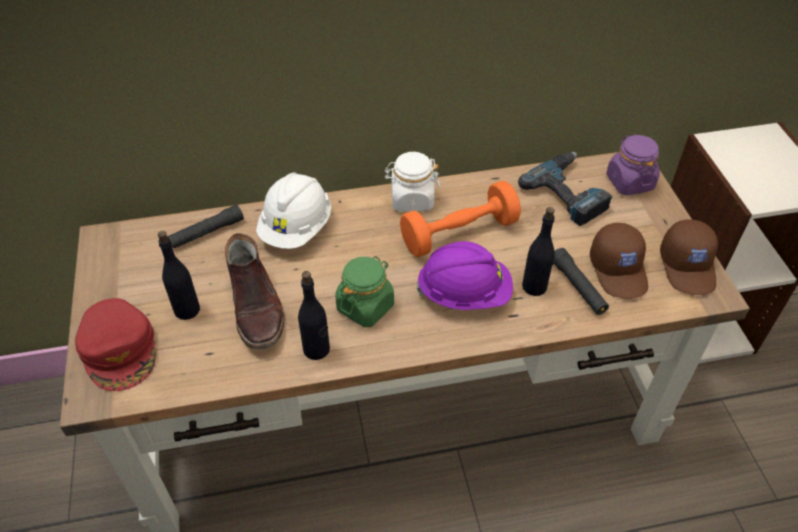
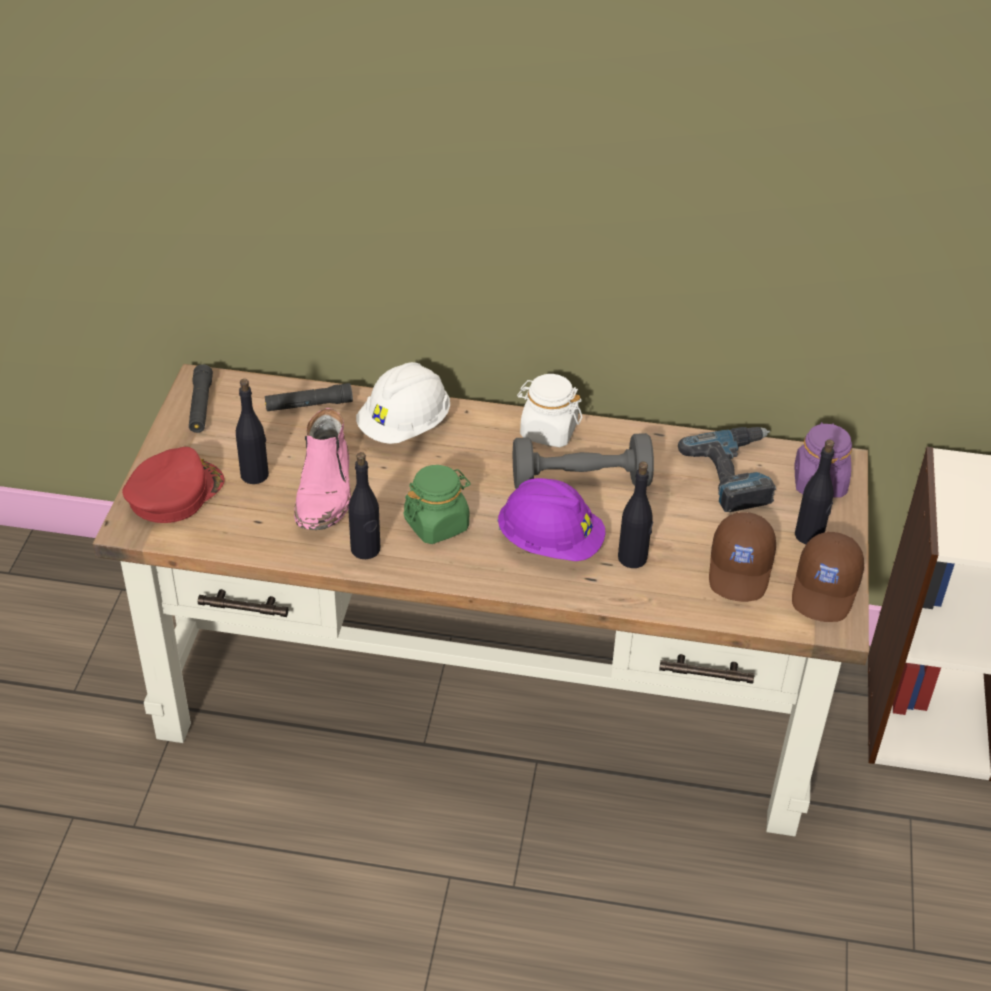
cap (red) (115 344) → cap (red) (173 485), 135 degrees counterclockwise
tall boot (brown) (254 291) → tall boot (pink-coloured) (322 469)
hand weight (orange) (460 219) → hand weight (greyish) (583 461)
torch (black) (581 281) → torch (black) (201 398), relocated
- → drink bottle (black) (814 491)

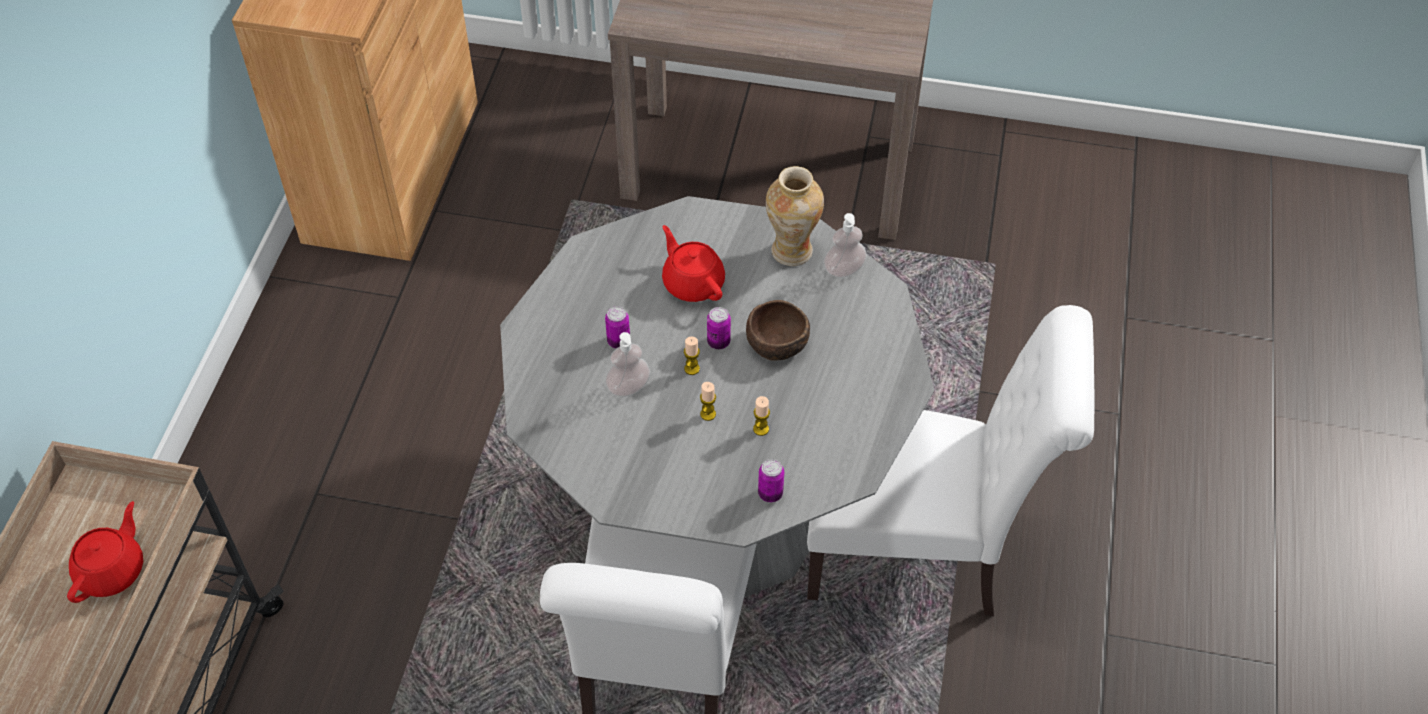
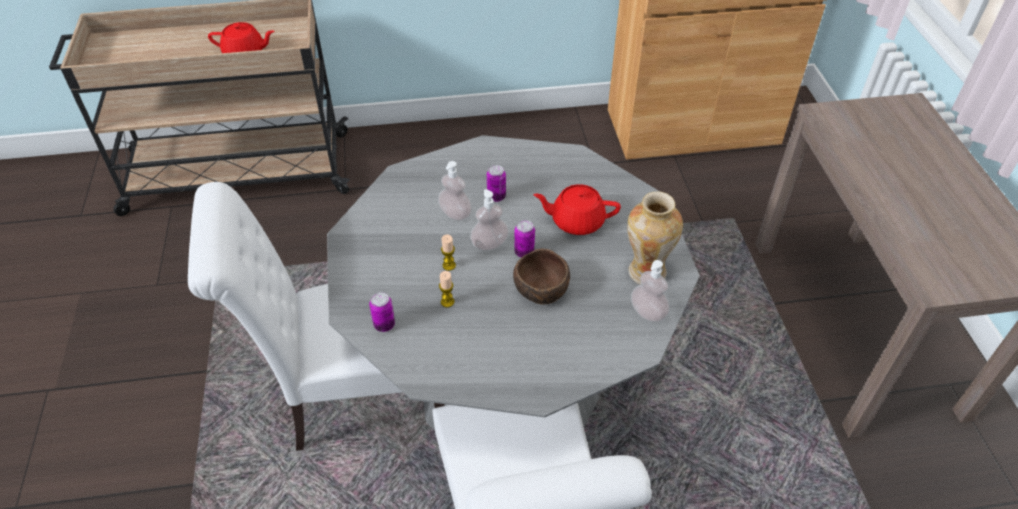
pot for tea (red) (693 263) → pot for tea (red) (577 209), 120 degrees counterclockwise
wax candle (692 355) → soap dispenser (489 220)

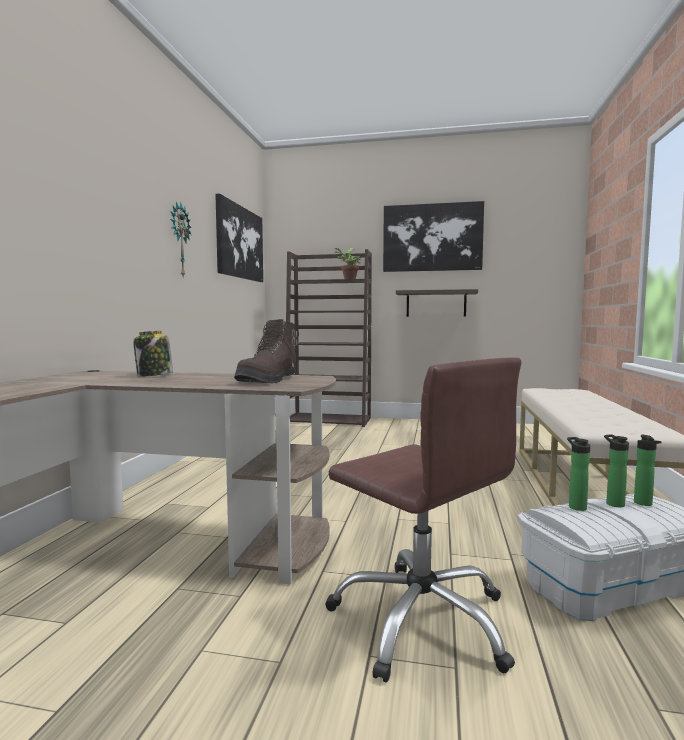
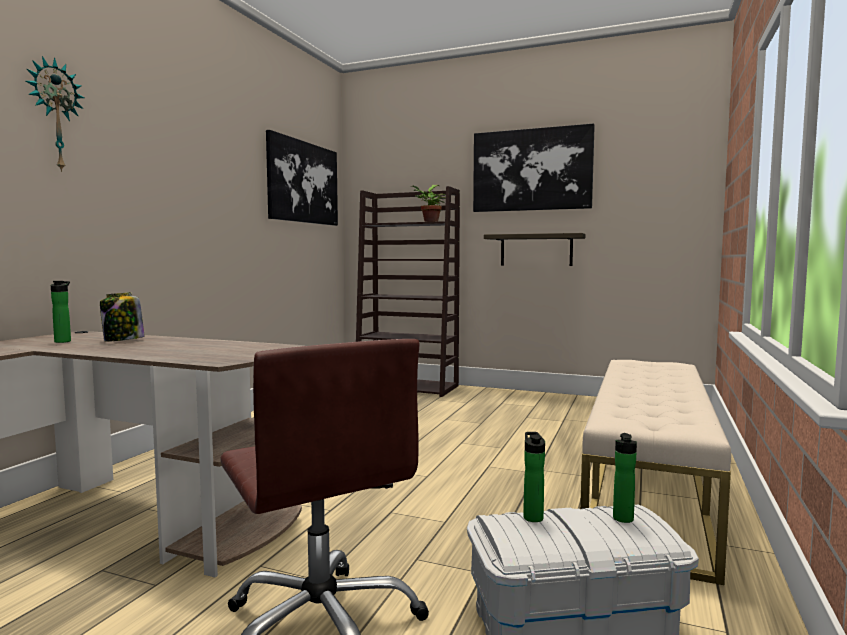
clock on the wall (181 239) → clock on the wall (55 114), relocated
tall boot (brown) (266 351) → -
drink bottle (616 470) → drink bottle (61 312), relocated

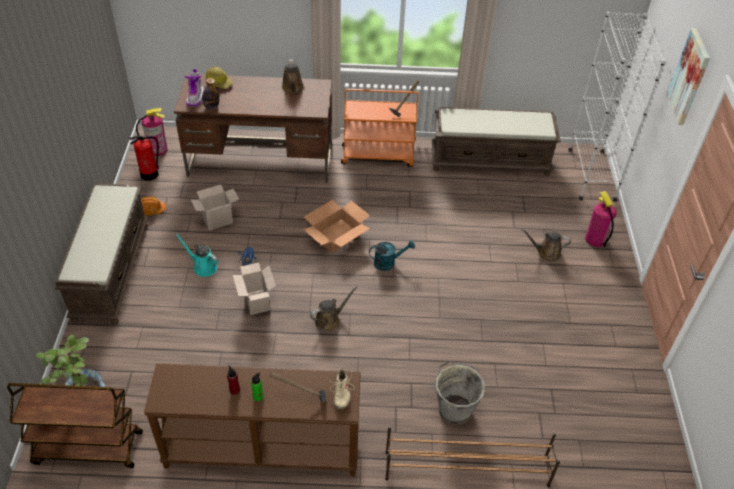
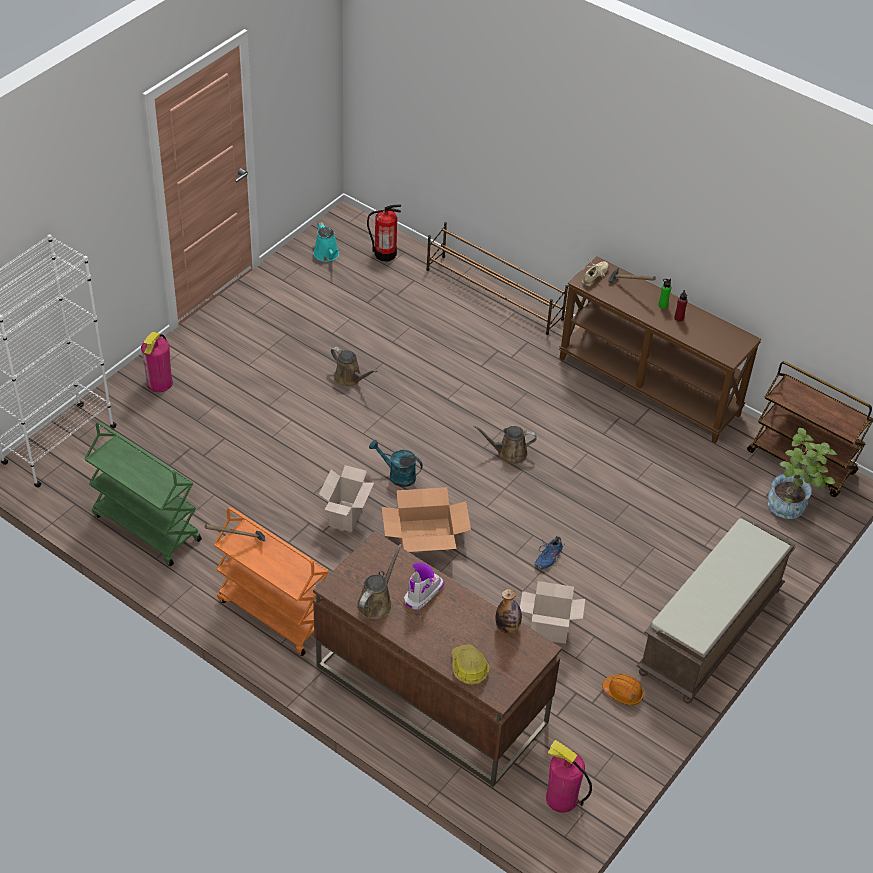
extinguisher (144 158) → extinguisher (384 232), relocated
watering can (turquoise) (197 255) → watering can (turquoise) (327 242), relocated
tall boot (194 88) → tall boot (424 586), relocated
cardboard box (254 289) → cardboard box (346 498), relocated
bench (brown) (496 141) → wheeled cart (greenish) (143 494)
pail (greyish) (459 393) → -
watering can (brown) (546 245) → watering can (brown) (354 367), relocated
wall art (688 76) → -

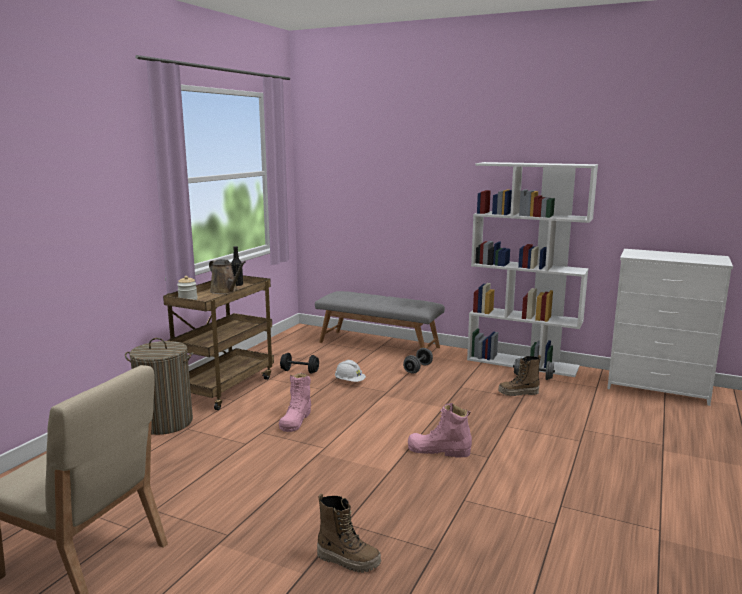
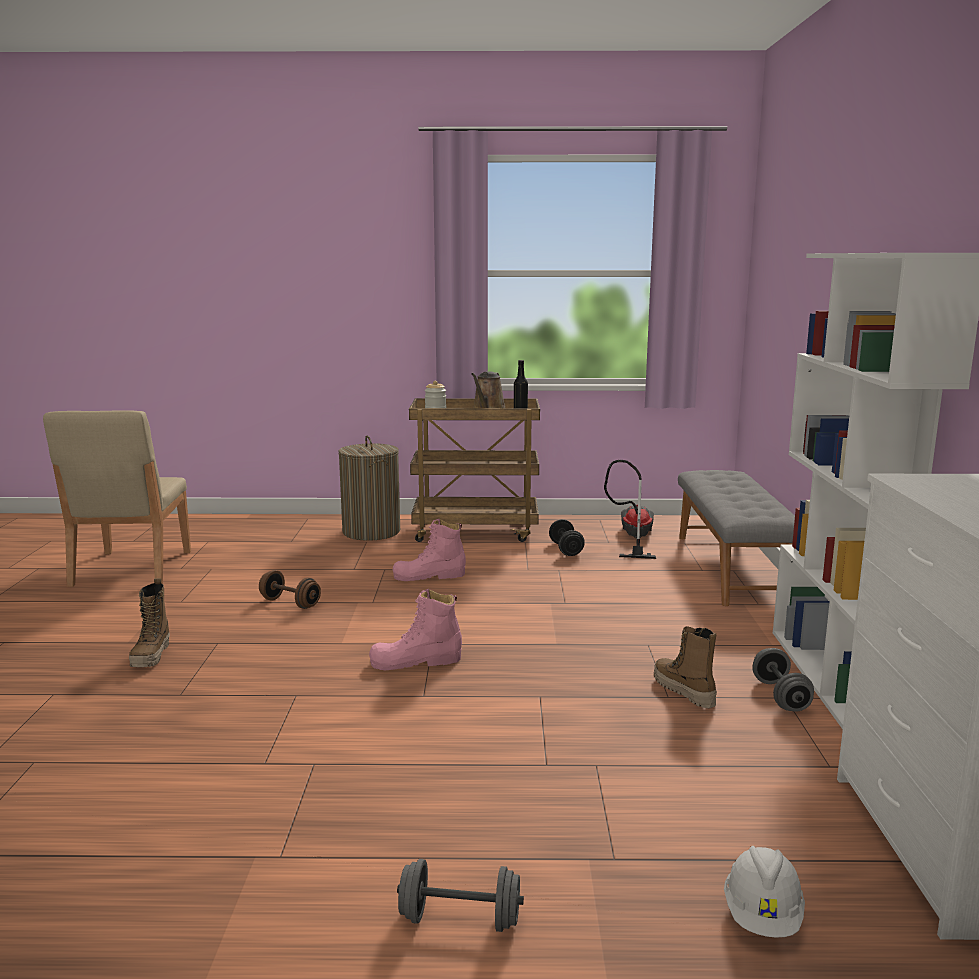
safety helmet (white) (350 371) → safety helmet (white) (764 892), relocated
hand weight (greyish) (418 361) → hand weight (greyish) (460 895), relocated
tall boot (pink-coloured) (440 430) → tall boot (pink-coloured) (415 629), 90 degrees counterclockwise
- → hand weight (brown) (290 589)
- → hoover (630 509)

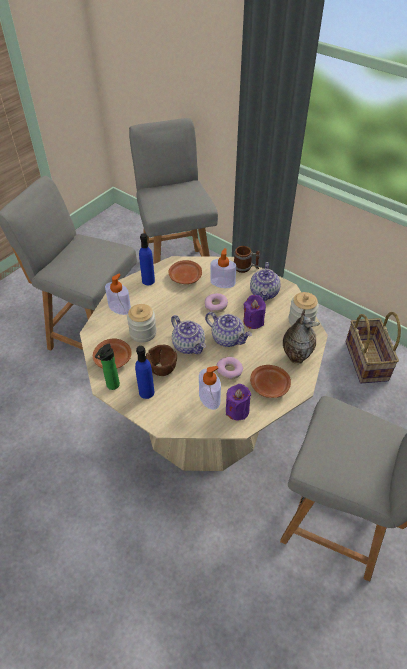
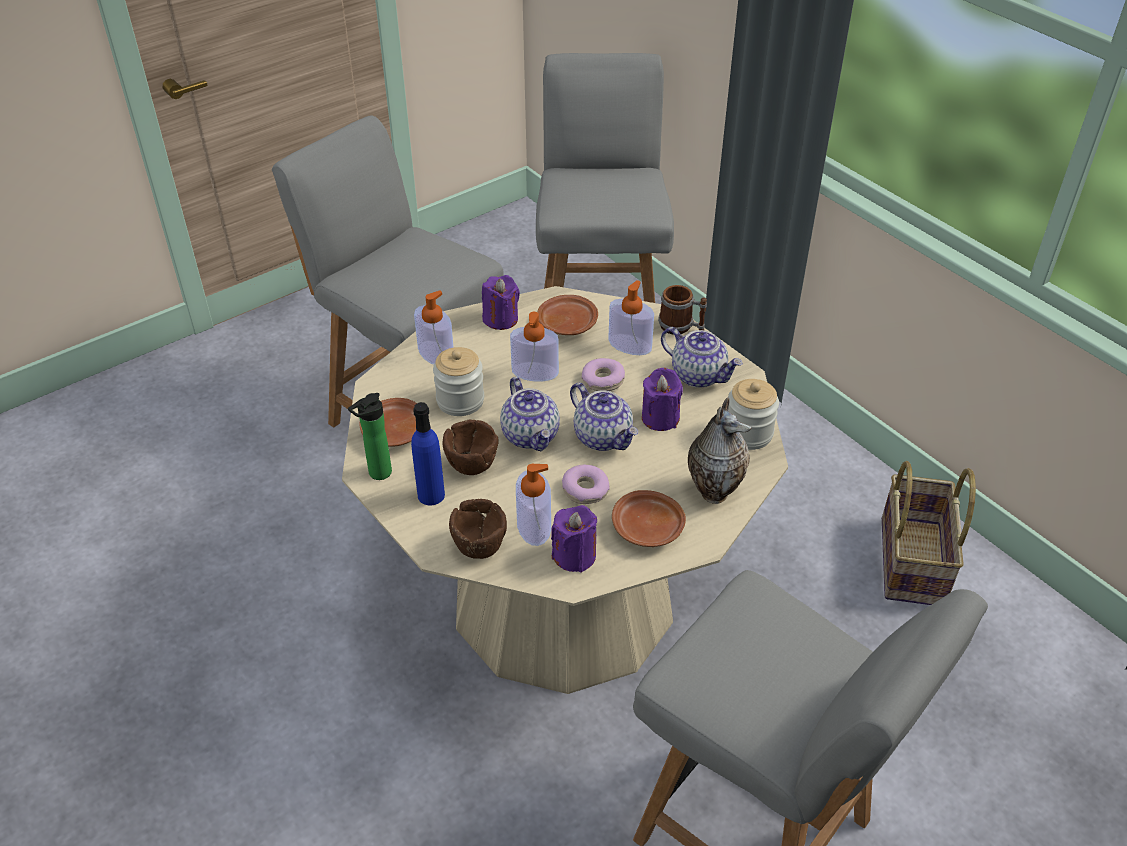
drink bottle (bluish) (147 259) → wax candle (purple-coloured) (501 302)
pot for tea (265 281) → pot for tea (702 357), 75 degrees counterclockwise
- → deep dish (brown) (478 529)
- → soap dispenser (534 347)

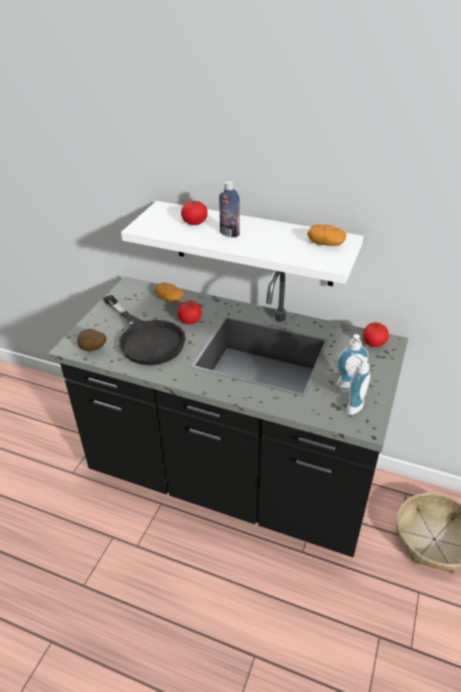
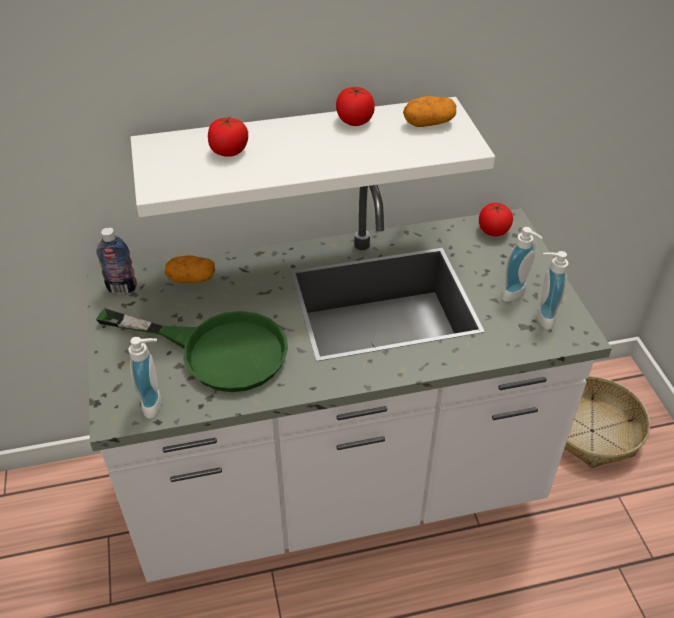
kitchen counter (black) (228 414) → kitchen counter (white) (349 383)
spud (91 340) → soap dispenser (145 378)
frying pan (black) (144 330) → frying pan (greenish) (192 350)
whole tomato (189 312) → whole tomato (355 106), relocated
drink bottle (229 209) → drink bottle (116 260), relocated

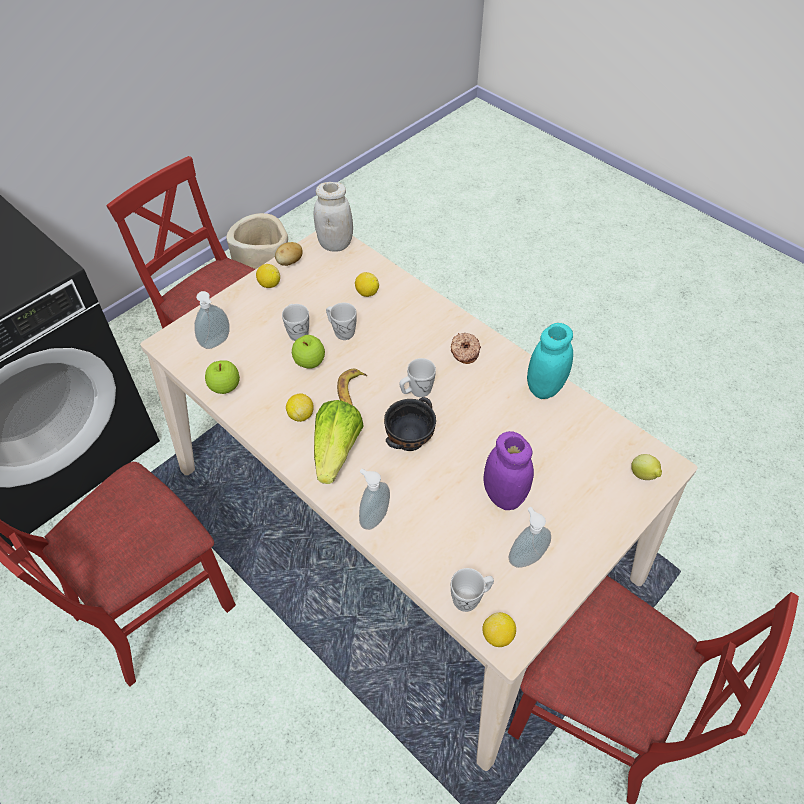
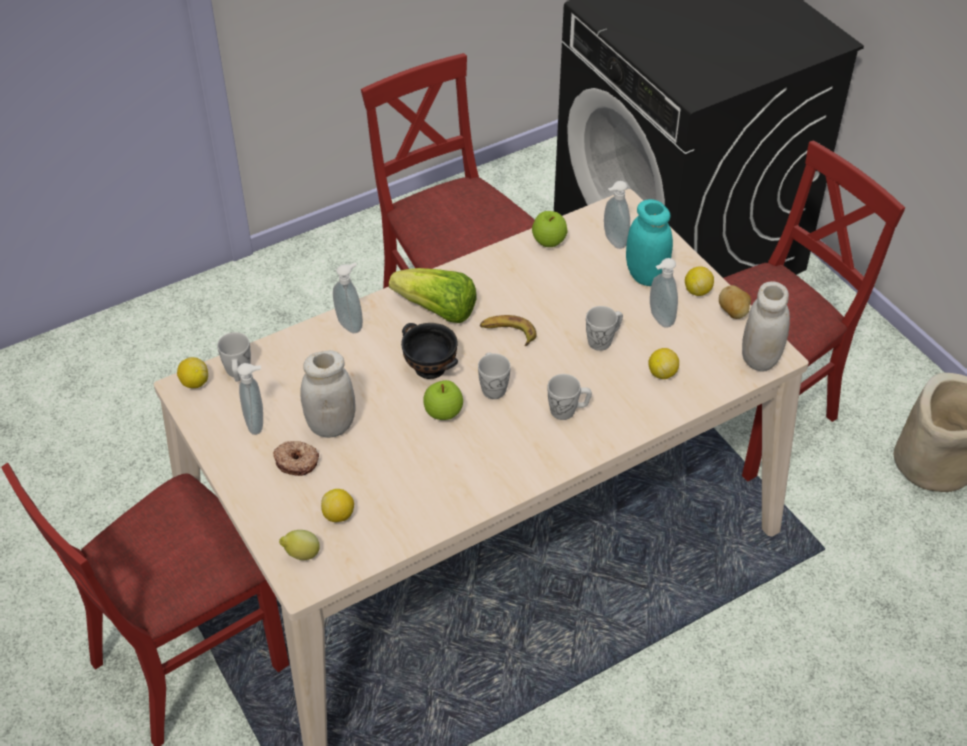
coffee mug (white) (295 322) → coffee mug (white) (569 397), relocated
lemon (300 407) → lemon (337 505), relocated
whole apple (308 352) → whole apple (443 400), relocated
ring doughnut (466 348) → ring doughnut (296 458), relocated
jar (purple-coloured) (508 470) → jar (white) (328 394)
jar (turquoise) (550 361) → jar (turquoise) (649 242), relocated
- → soap dispenser (664 293)

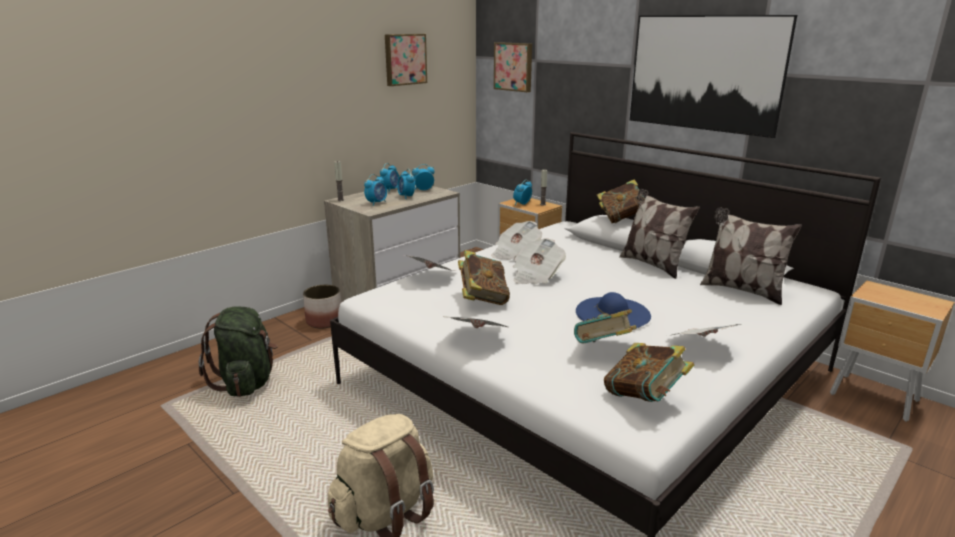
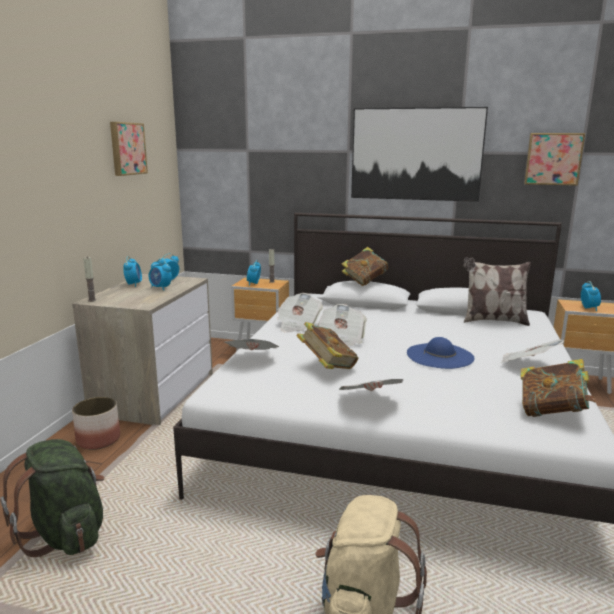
alarm clock (375 190) → alarm clock (591 296), relocated
wall art (513 67) → wall art (554 159), relocated
book (605 326) → -
pillow (659 234) → -

